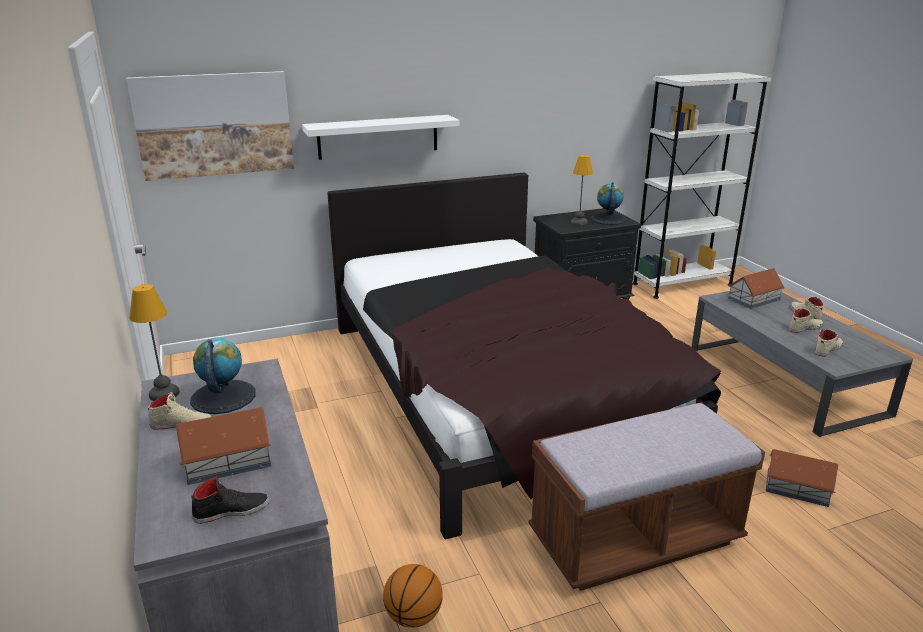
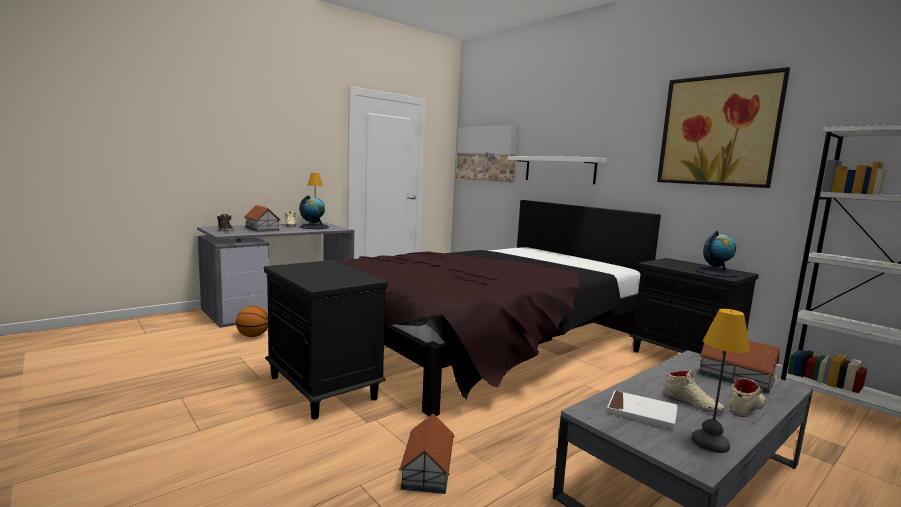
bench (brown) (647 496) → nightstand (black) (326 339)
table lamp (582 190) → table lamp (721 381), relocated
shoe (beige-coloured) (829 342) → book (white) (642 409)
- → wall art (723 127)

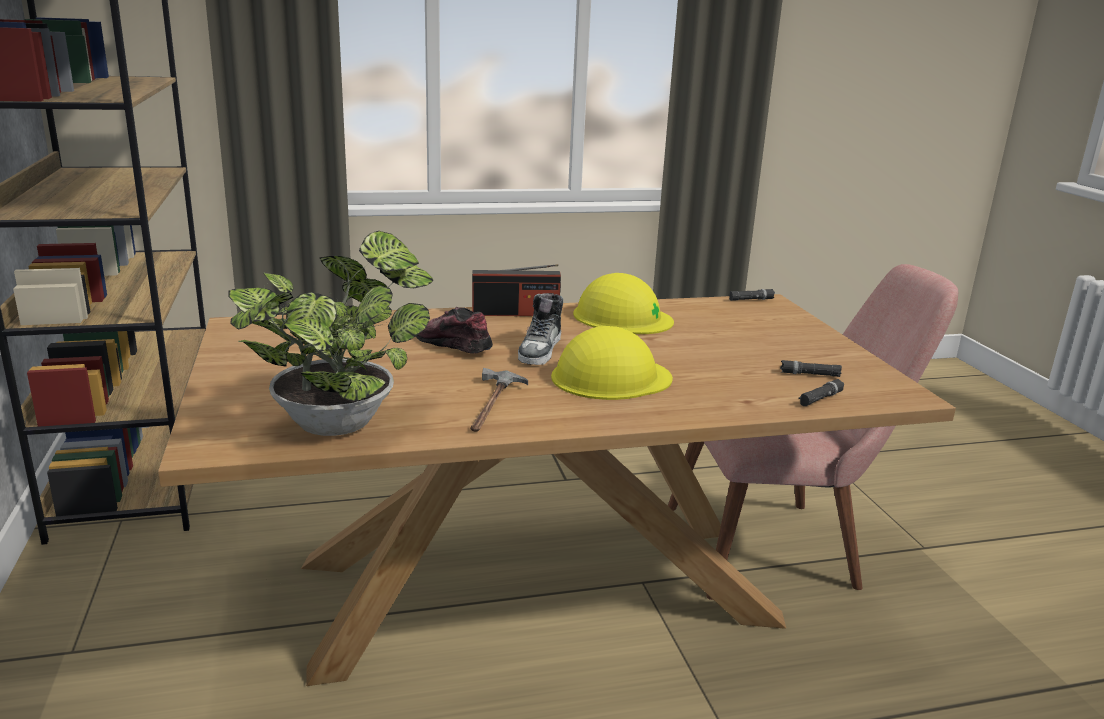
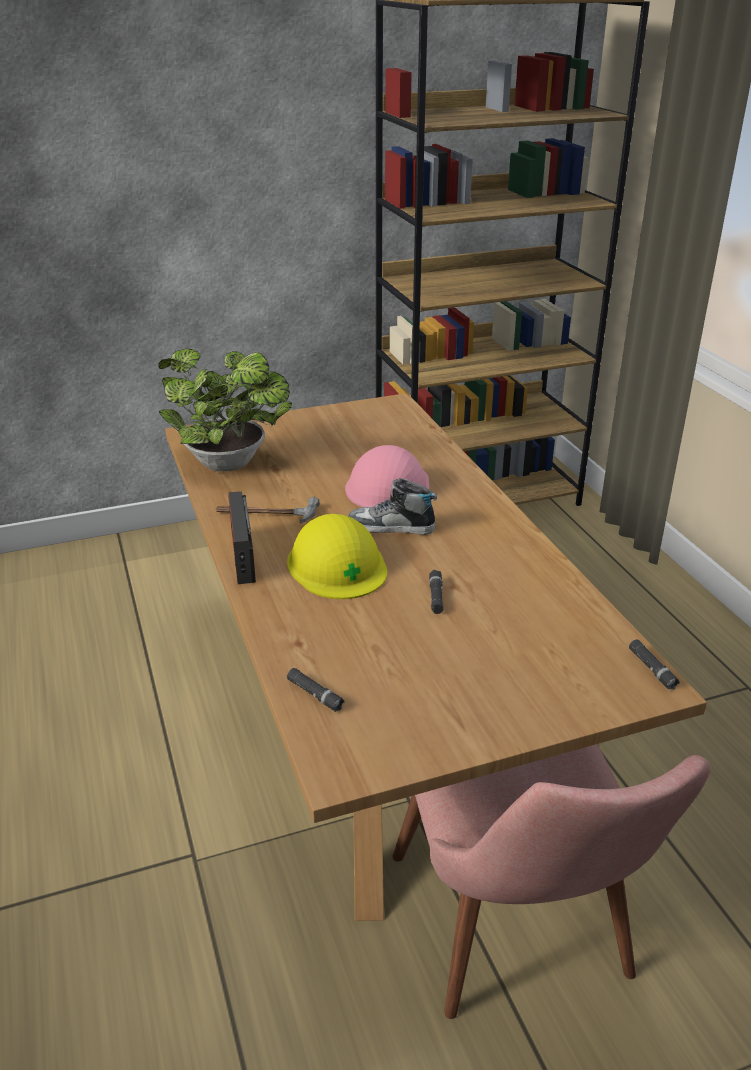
shoe (454 330) → safety helmet (pink-coloured) (387 476)
radio set (516 290) → radio set (242 537), relocated
safety helmet (yellow-coloured) (623 303) → -
torch (black) (811 368) → torch (black) (436 592), relocated

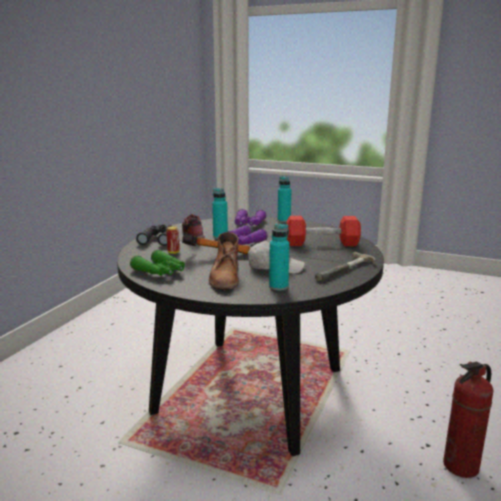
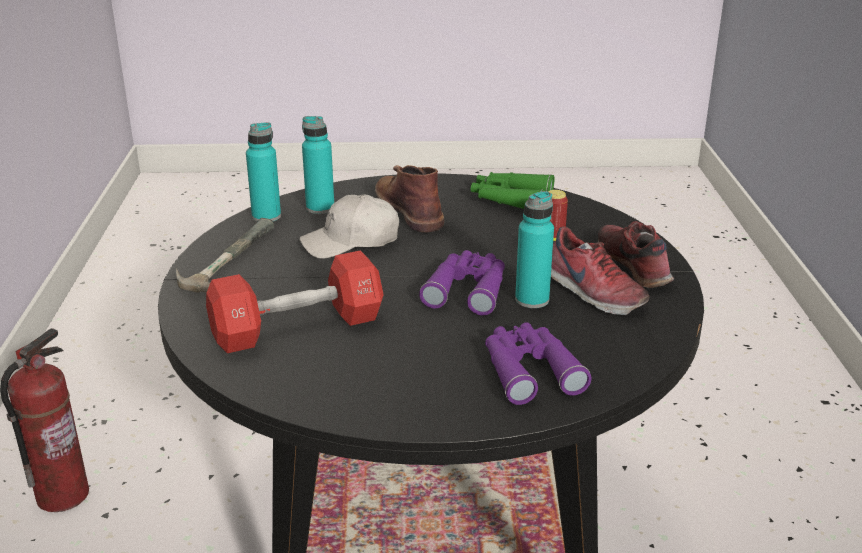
binoculars (black) (154 235) → shoe (636 254)
tool hammer (216 244) → -
drink bottle (turquoise) (284 199) → drink bottle (turquoise) (263 172), relocated

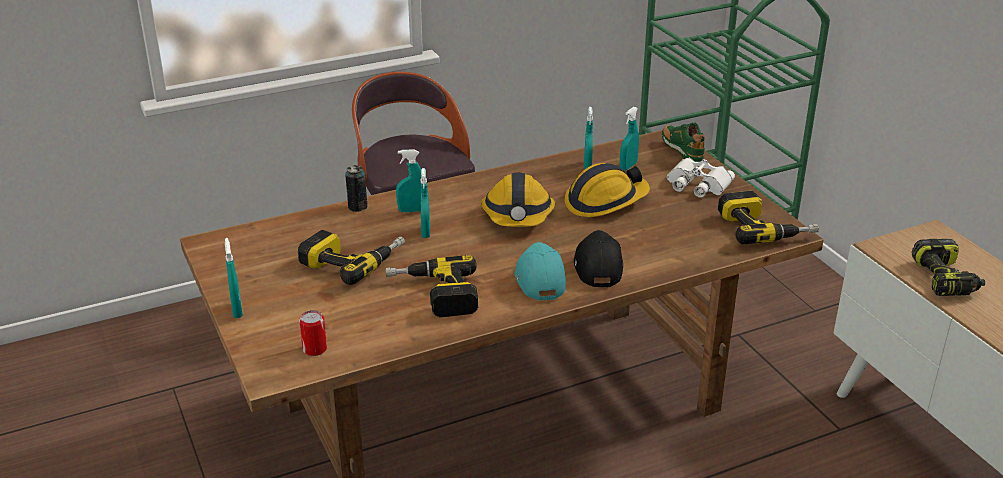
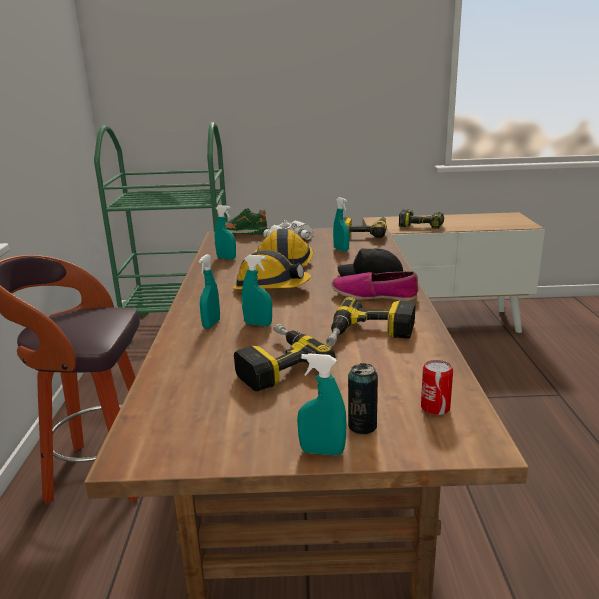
metal can (356 188) → metal can (363 398), relocated
cap (turquoise) (540 271) → shoe (375 286)
spray bottle (turquoise) (629 138) → spray bottle (turquoise) (341 224), relocated

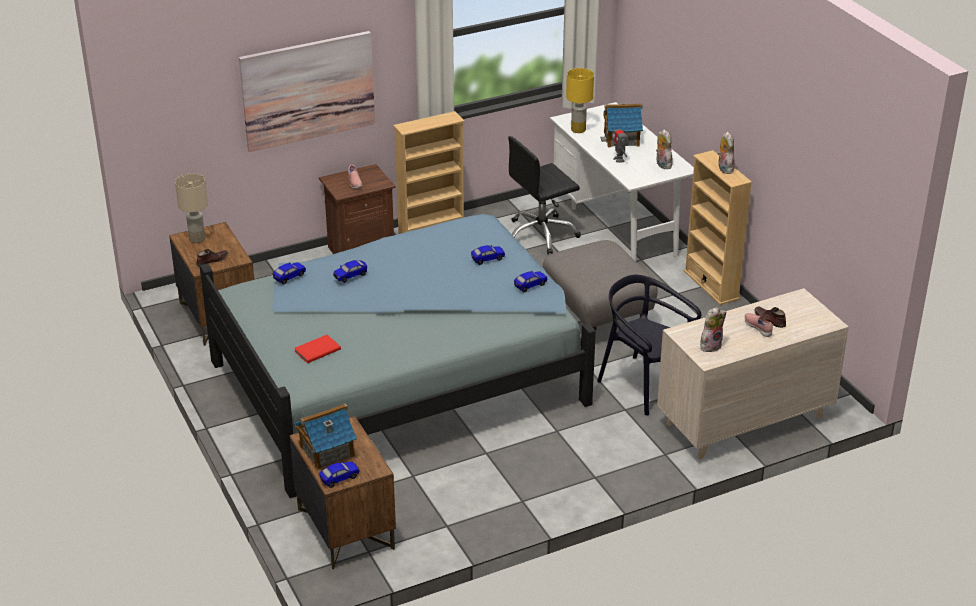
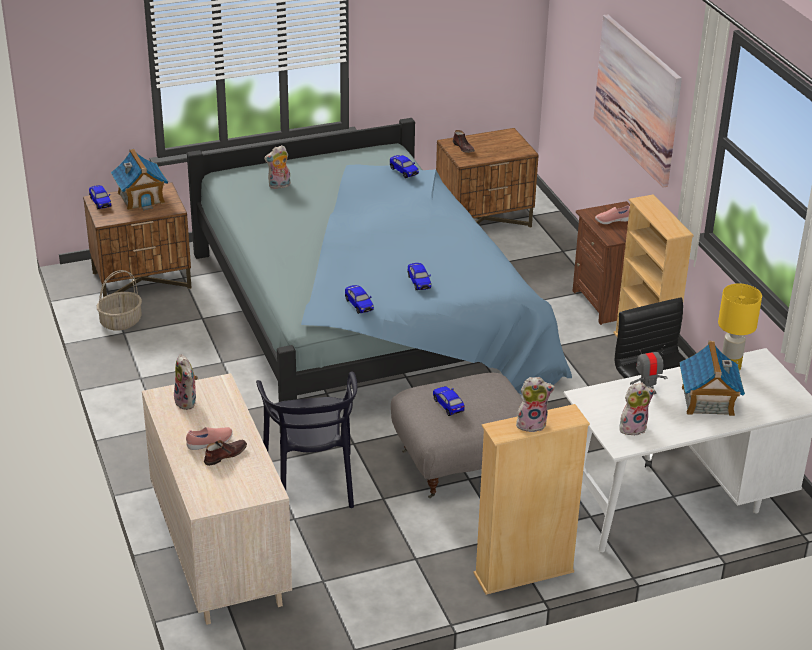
table lamp (beige-coloured) (191 208) → -
book (red) (317 349) → plush toy (277 167)
model car (350 271) → model car (448 401), relocated
chair (black) (649 345) → chair (black) (306 440), 120 degrees clockwise
- → storage basket (119 300)

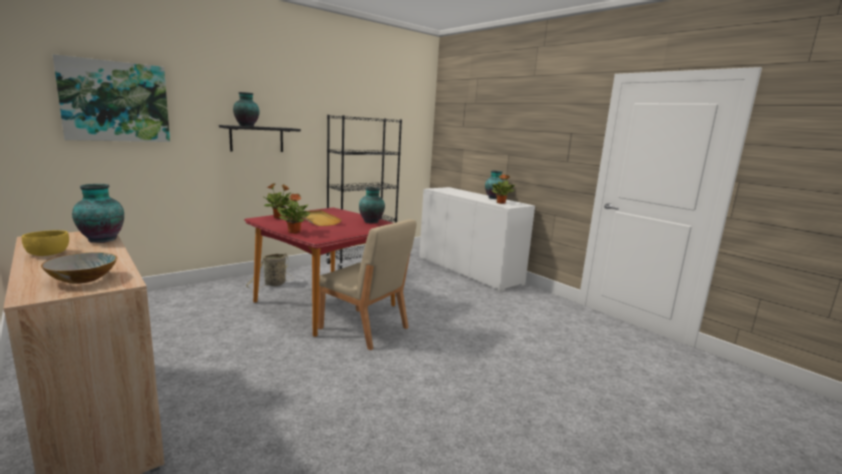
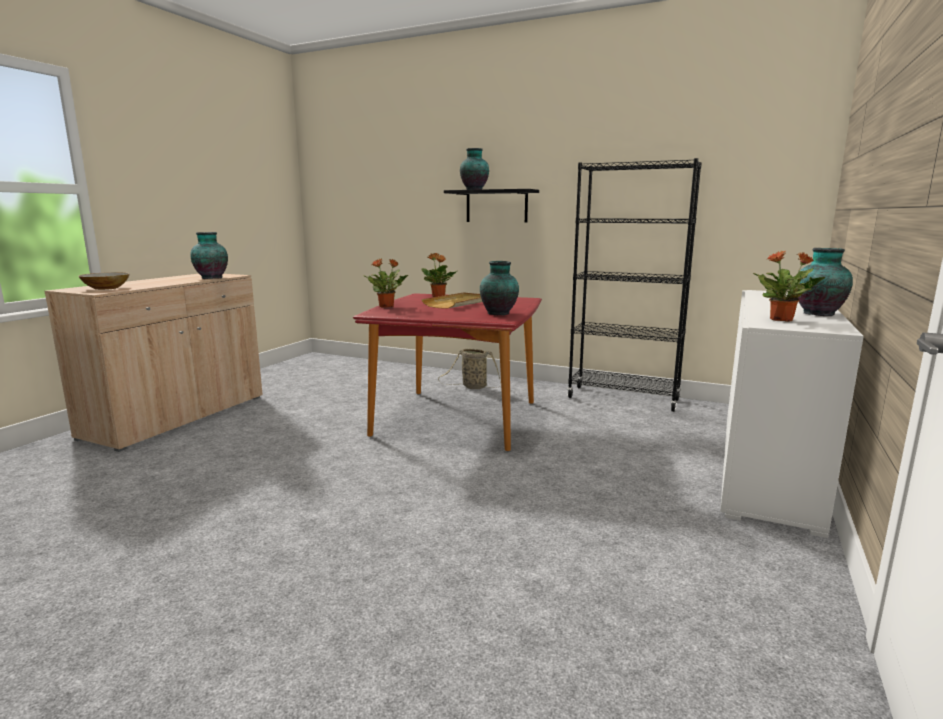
deep dish (yellow-coloured) (45 243) → -
wall art (111 98) → -
chair (beige-coloured) (367 284) → -

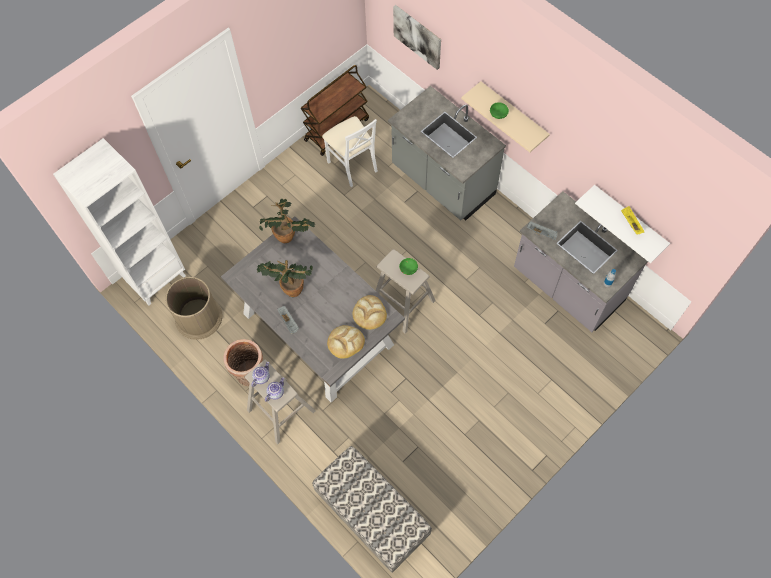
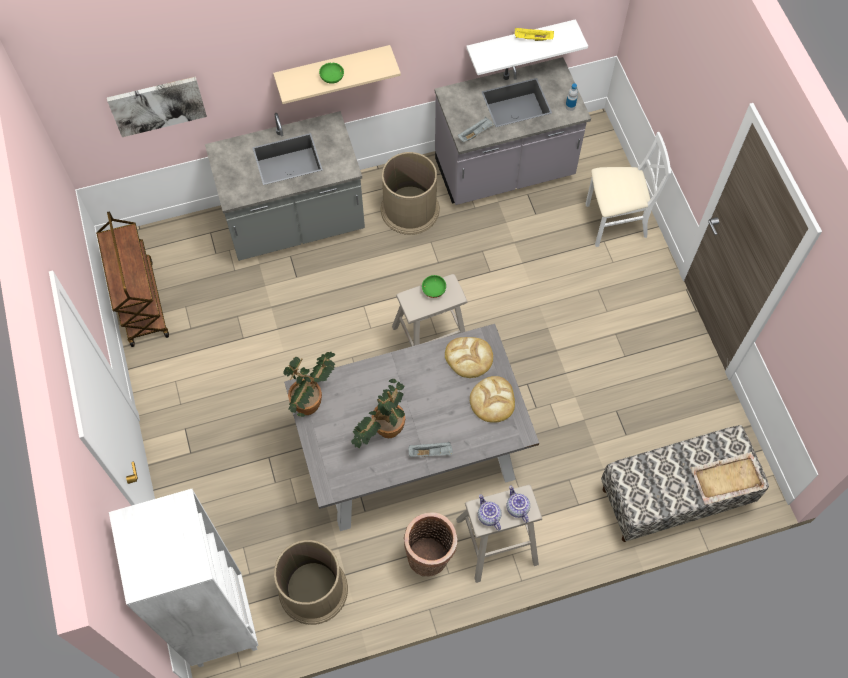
chair (white) (350 151) → chair (white) (628 189), relocated
- → trash can (brown) (410 193)
- → serving tray (beige-coloured) (729 478)

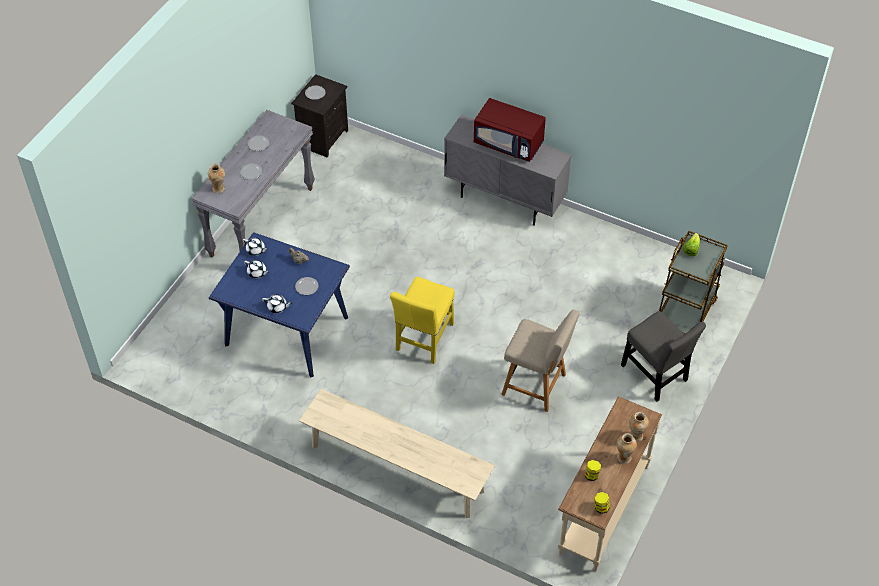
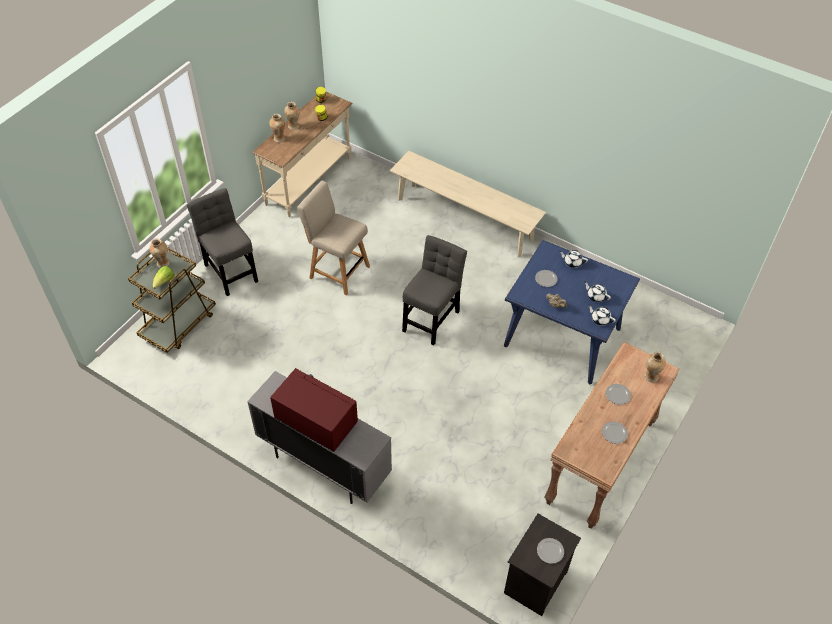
console table (greyish) (253 184) → console table (brown) (612 435)
chair (yellow-coloured) (422 320) → chair (greyish) (434 290)
- → flower vase (159 253)

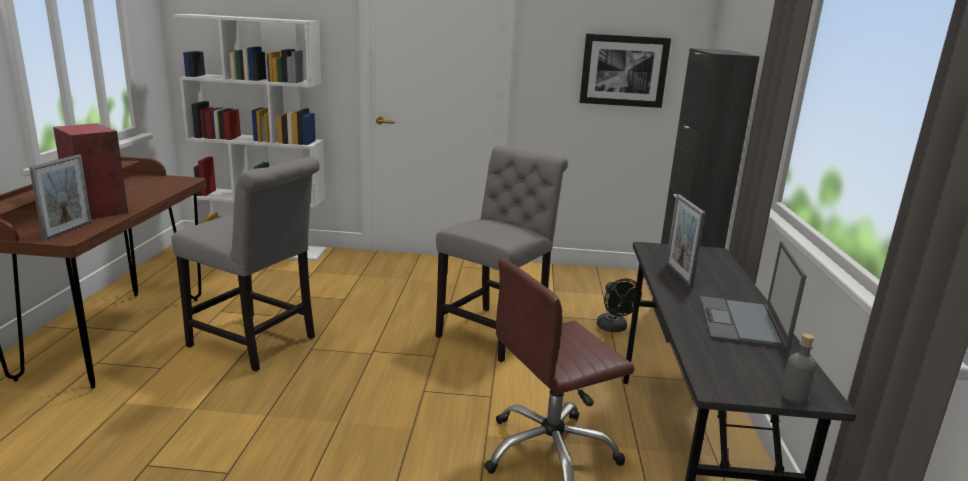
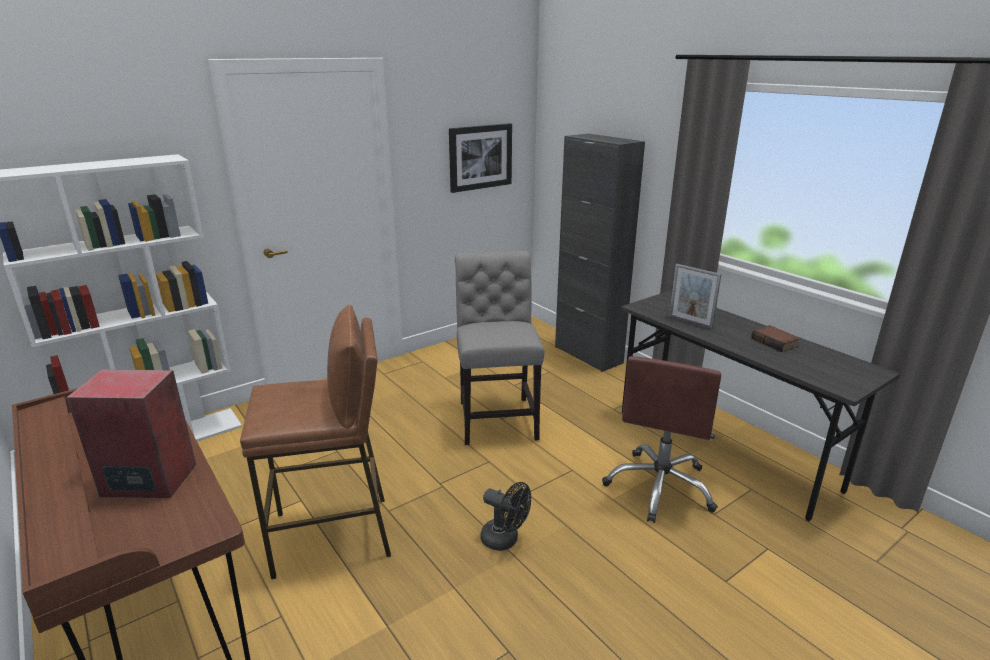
photo frame (60 198) → -
chair (greyish) (245 263) → sitting stool (brown) (315 442)
fan (black) (619 305) → fan (black) (505 516), relocated
notebook computer (753 295) → book (775 338)
drink bottle (greyish) (798 368) → -

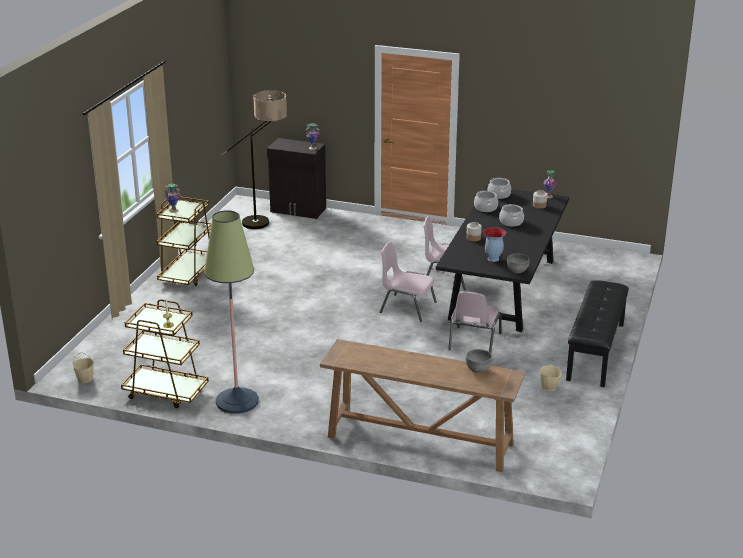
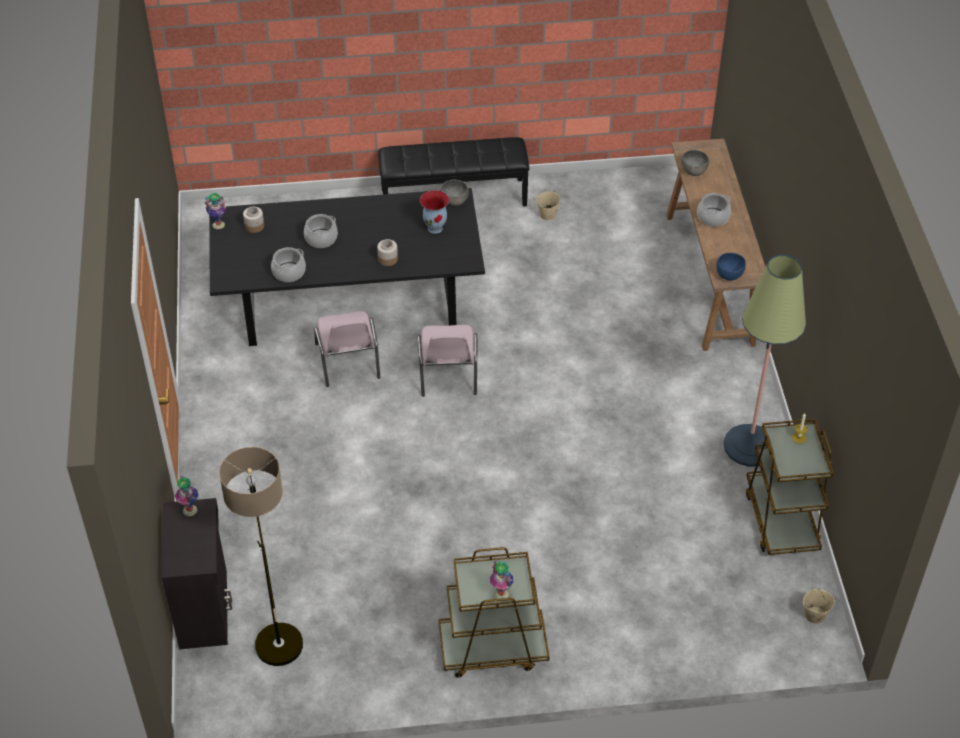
chair (pink-coloured) (475 322) → -
saucepot (499 188) → saucepot (714 210), relocated
- → deep dish (bluish) (731 267)

